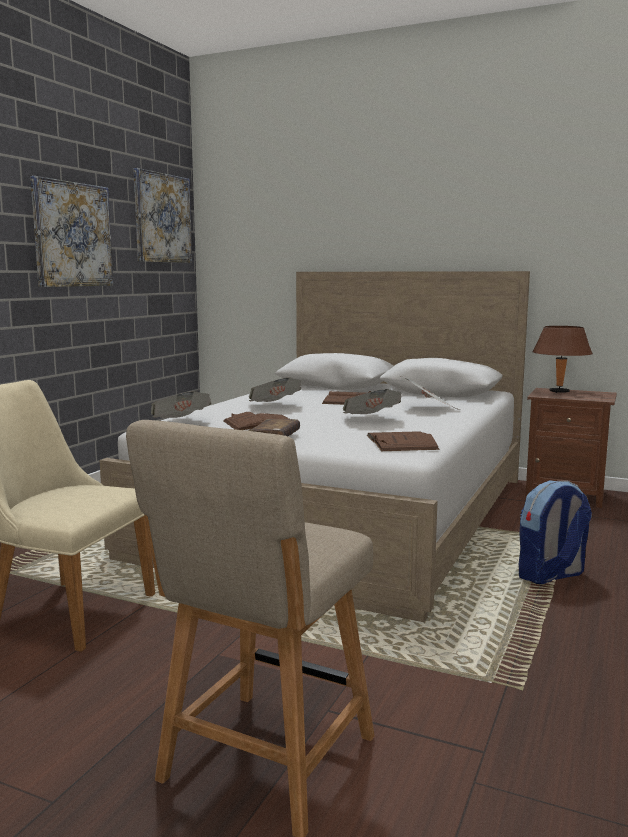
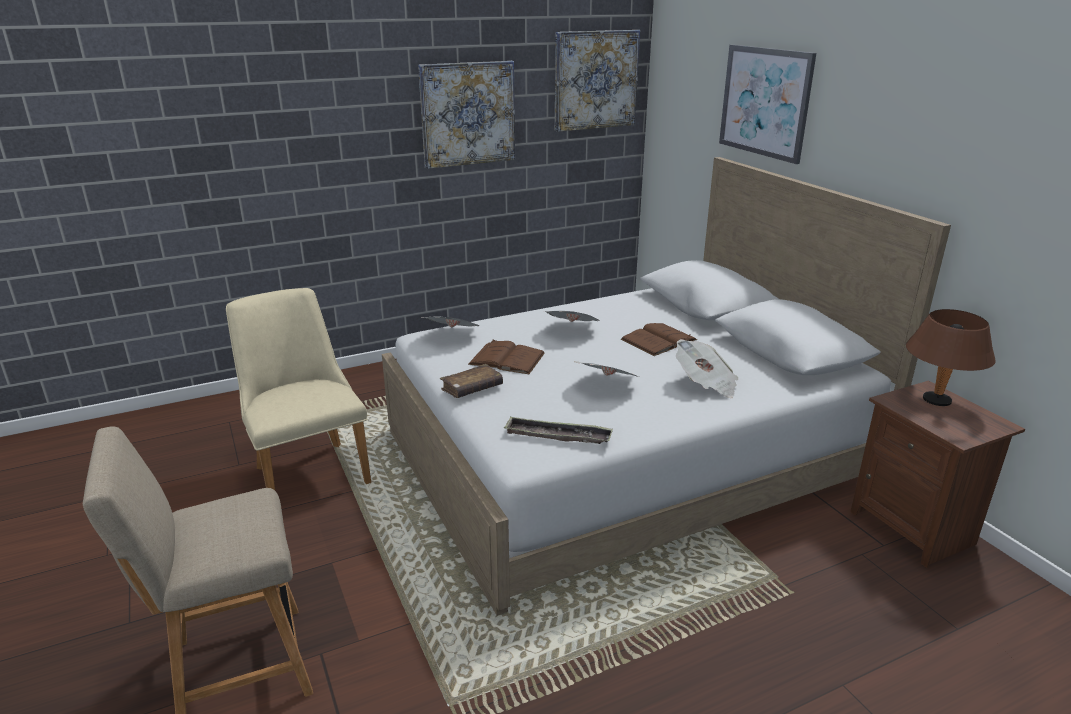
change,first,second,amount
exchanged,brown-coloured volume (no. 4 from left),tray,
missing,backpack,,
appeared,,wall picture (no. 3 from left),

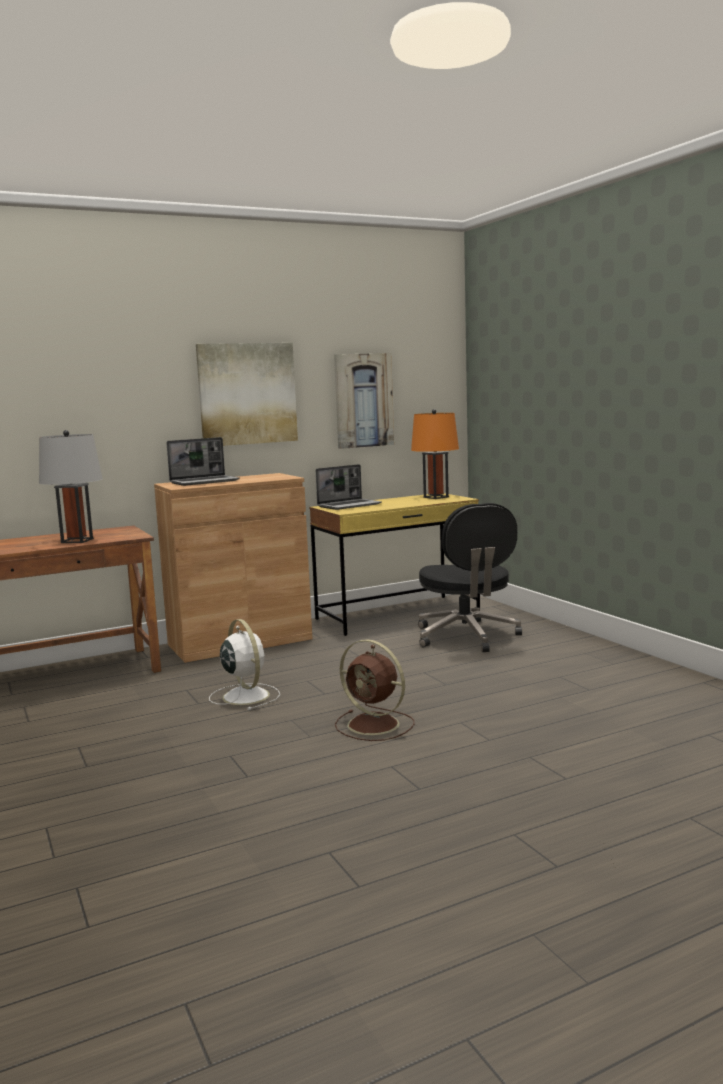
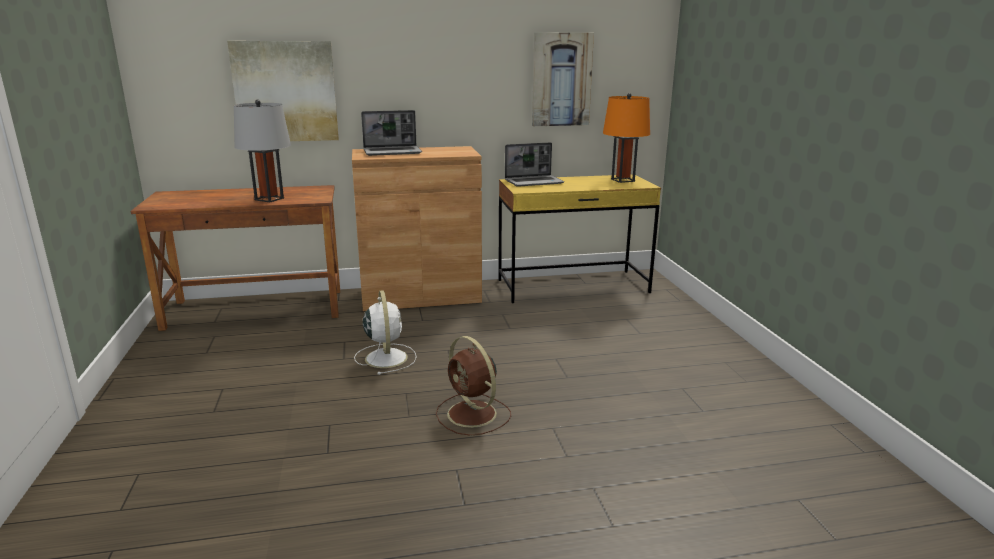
change,first,second,amount
relocated,wall picture (no. 1 from left),,
missing,black office chair,,

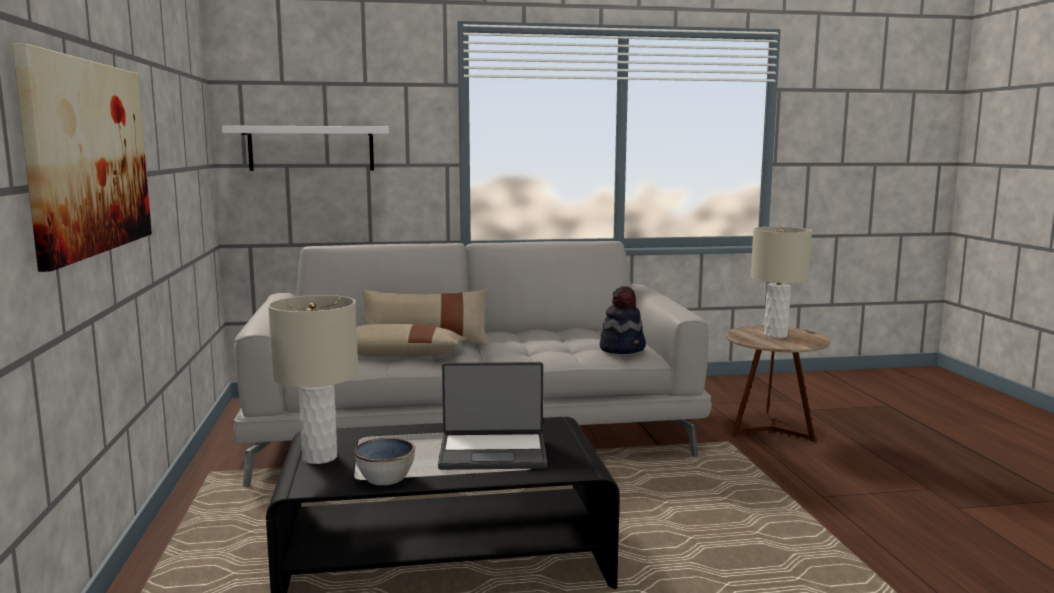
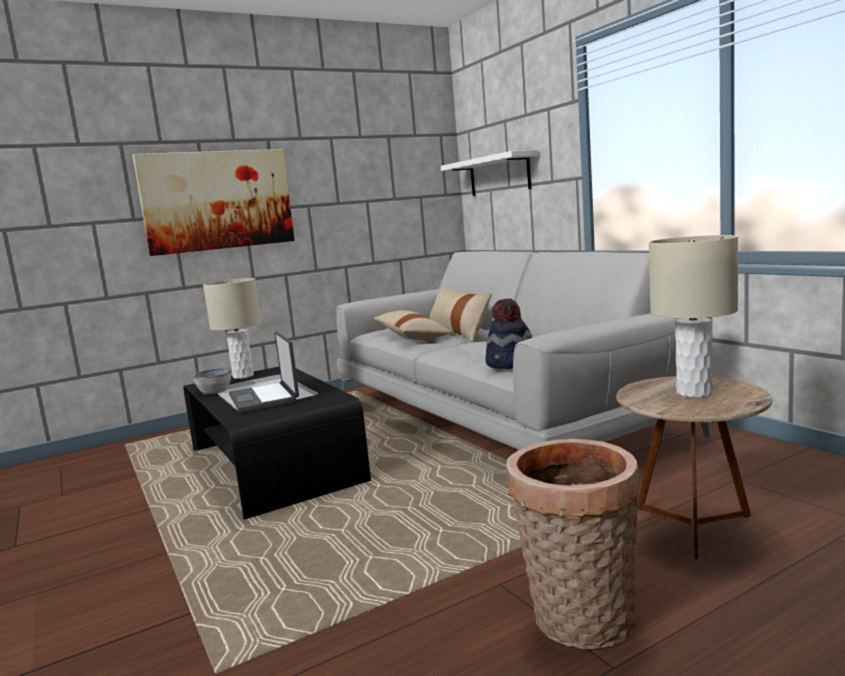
change,first,second,amount
appeared,,basket,

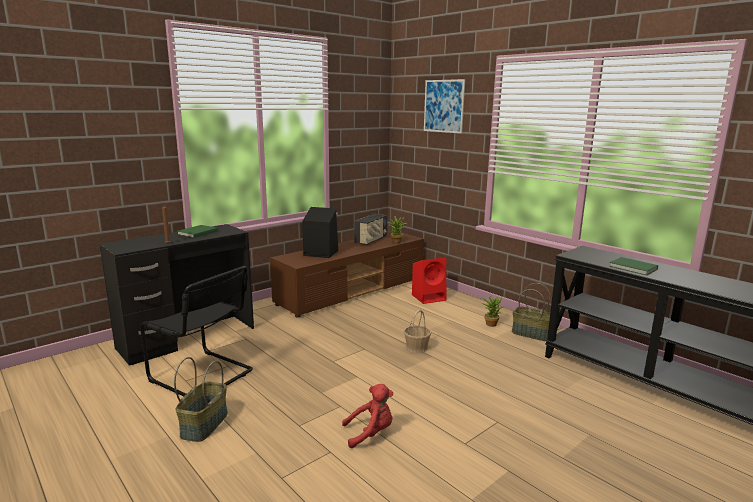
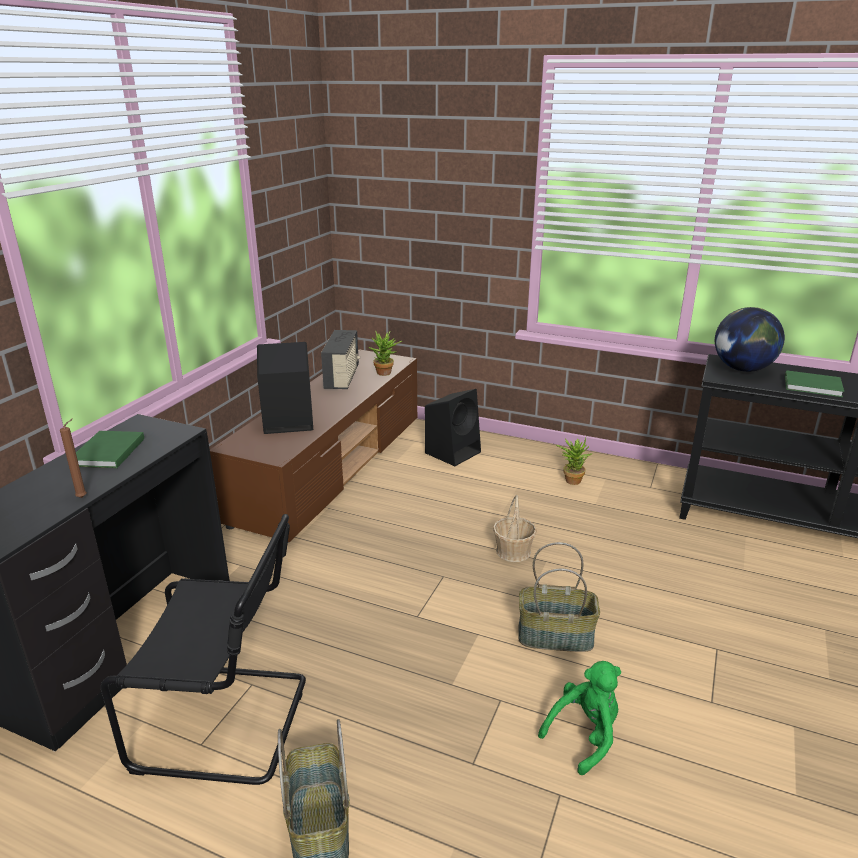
change,first,second,amount
colour,red-coloured soft toy,green soft toy,
colour,red-coloured speaker,black speaker (no. 2 from left),
missing,wall picture,,
relocated,basket (no. 3 from left),,
appeared,,globe,

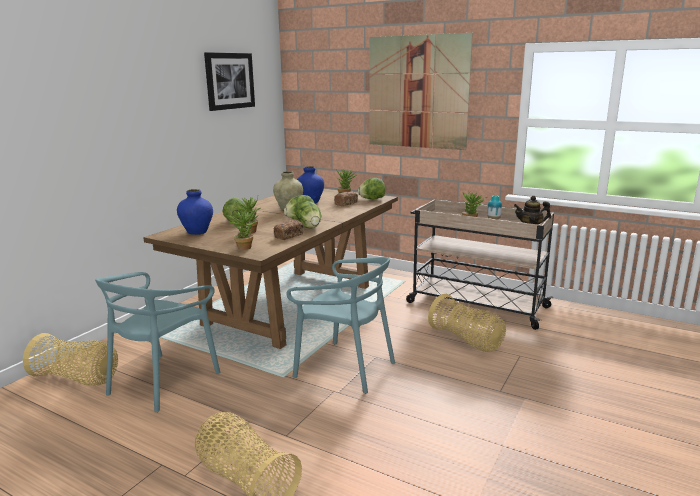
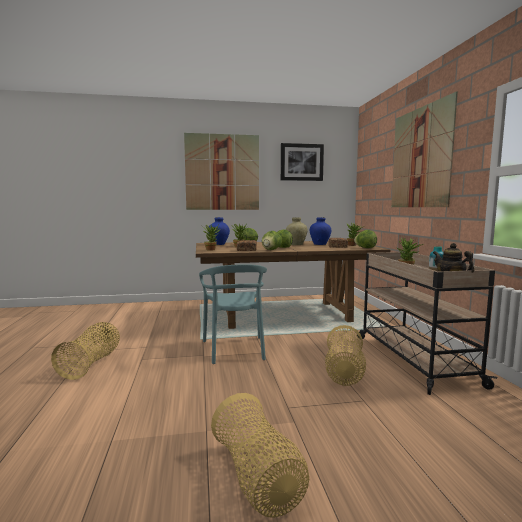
change,first,second,amount
relocated,basket (no. 1 from left in the first image),basket (no. 2 from left),
missing,turquoise chair (no. 1 from left),,
appeared,,wall picture (no. 1 from left),

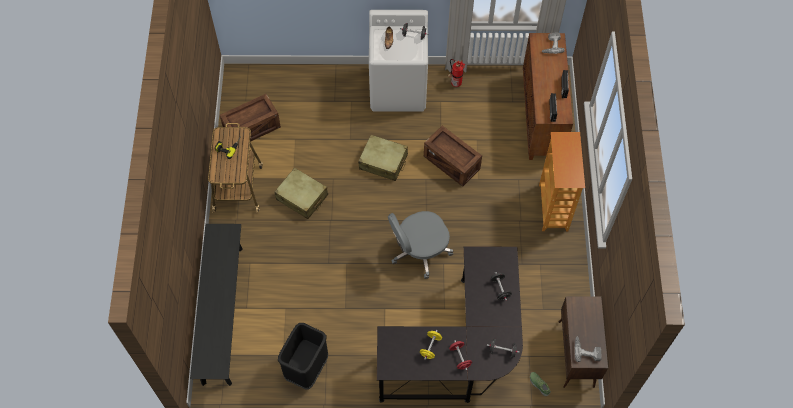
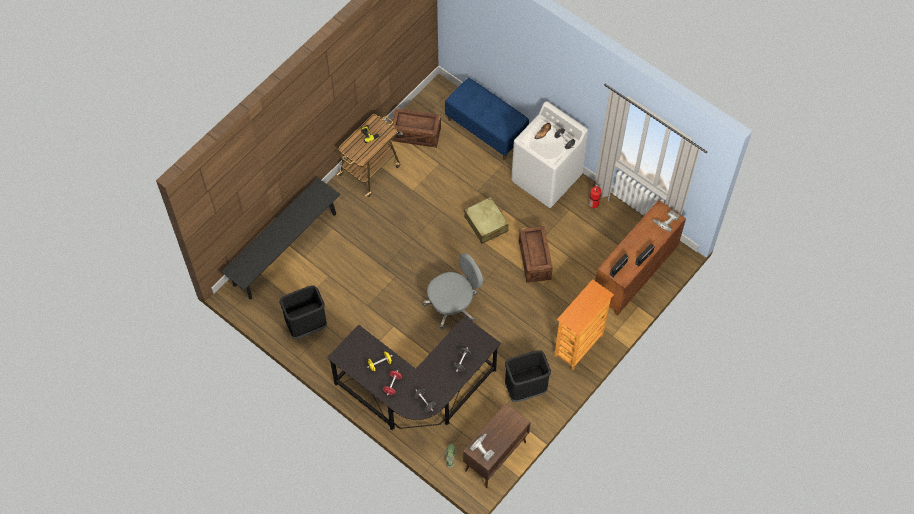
change,first,second,amount
missing,beige piece of luggage (no. 1 from left),,
spun,gray office chair,,135 degrees clockwise
appeared,,bluish indoor bench,
appeared,,black rubbish bin (no. 2 from left),

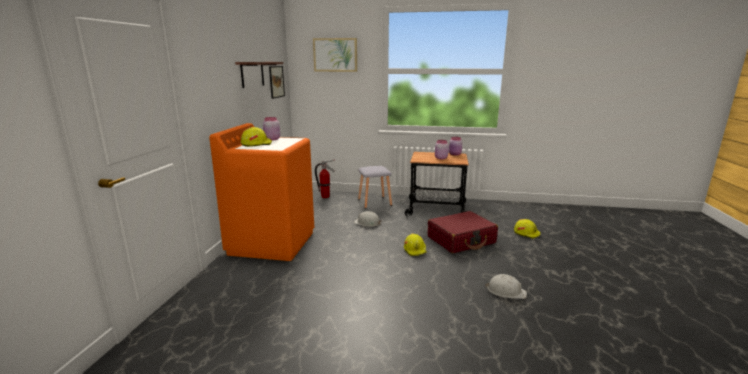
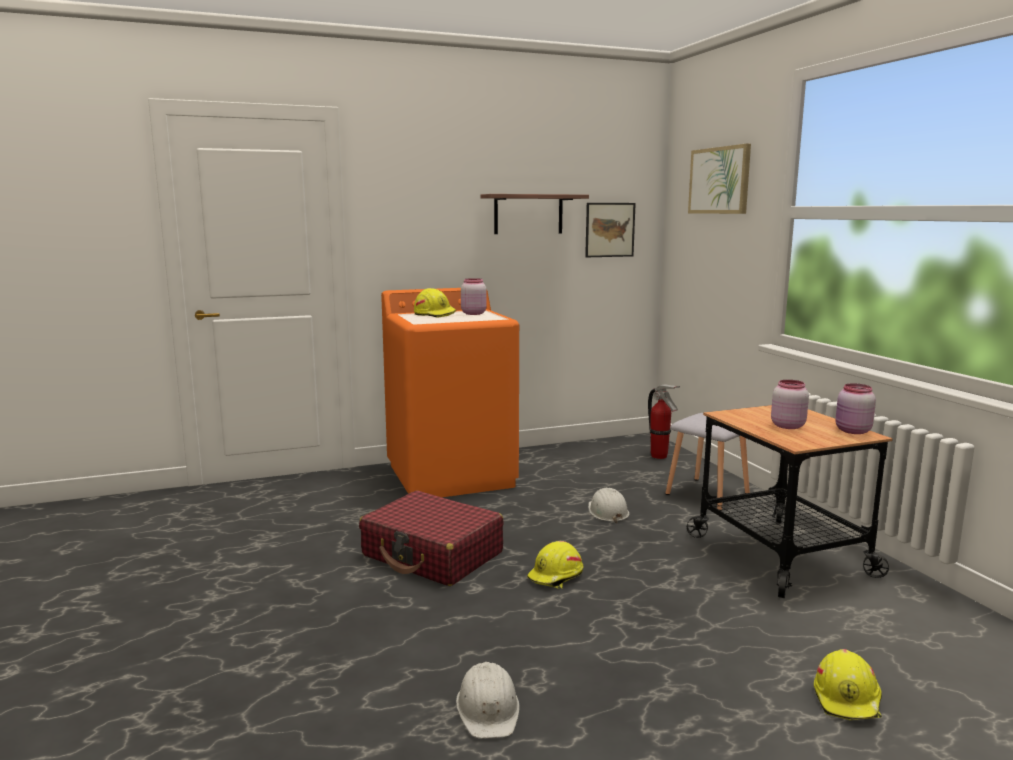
change,first,second,amount
relocated,red-coloured piece of luggage,,

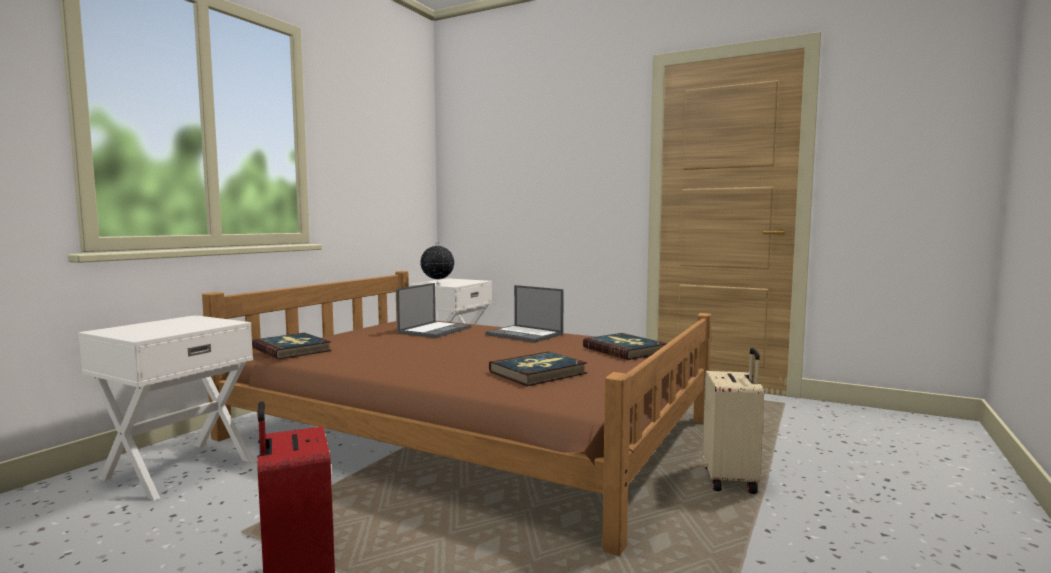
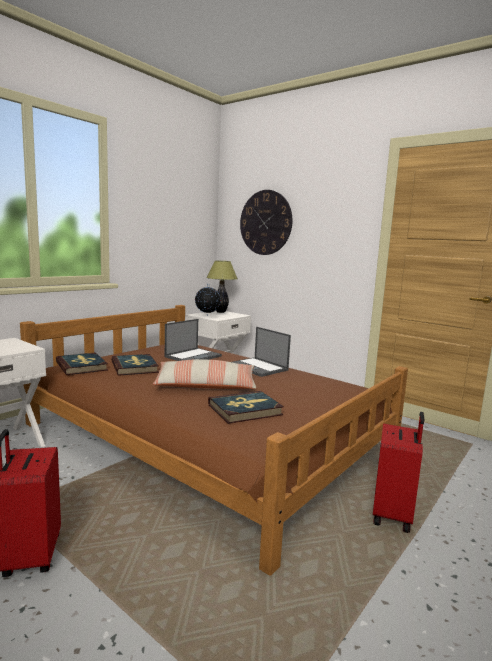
change,first,second,amount
relocated,volume (no. 3 from left in the first image),volume (no. 2 from left),
colour,beige piece of luggage,red-coloured piece of luggage (no. 2 from left),
appeared,,cushion,
appeared,,table lamp,
appeared,,hanging clock,

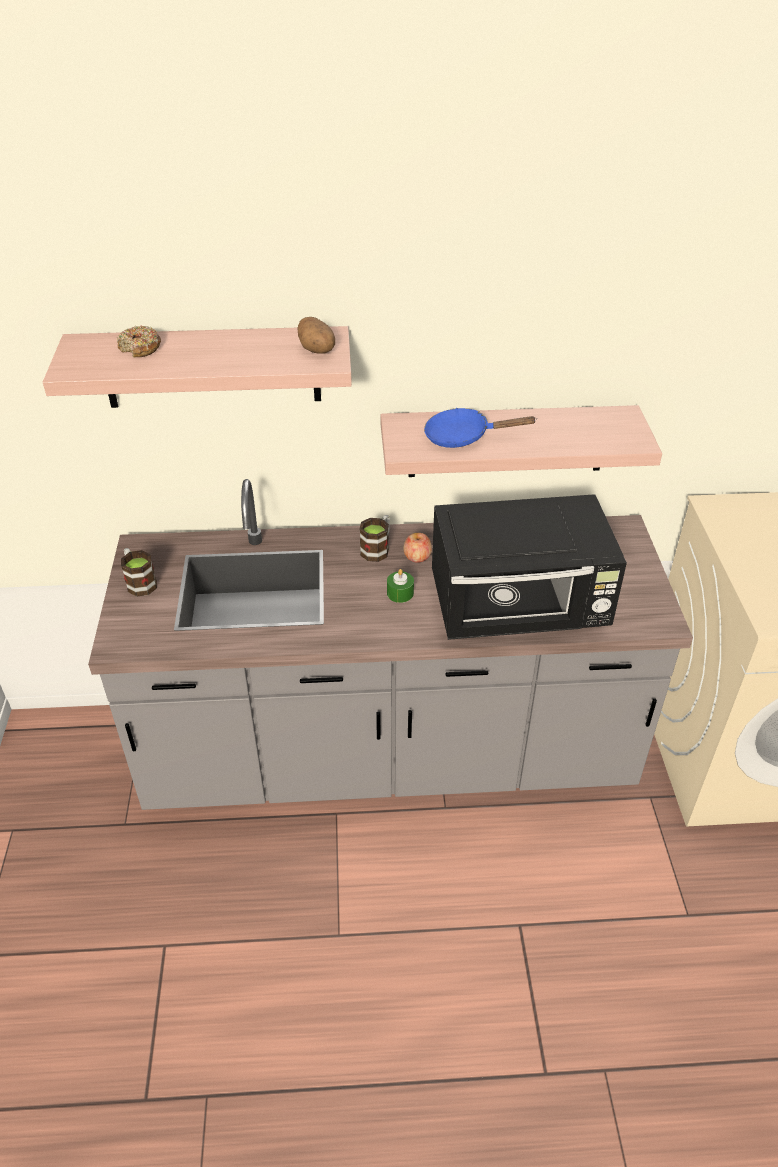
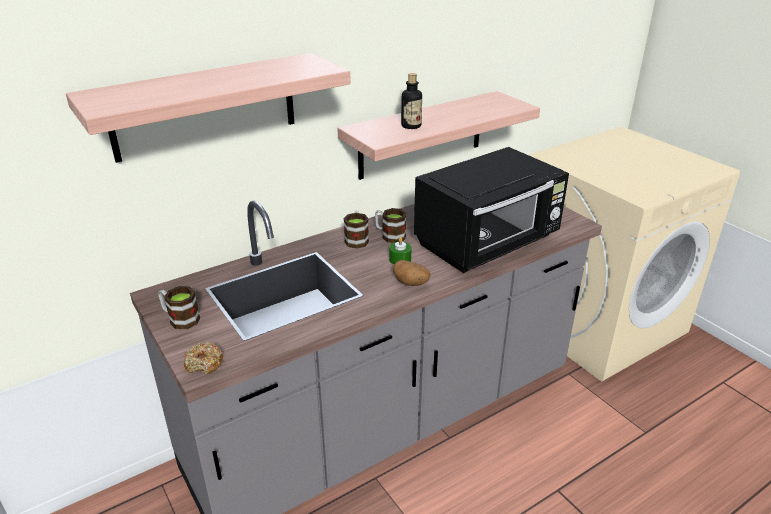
change,first,second,amount
relocated,donut,,
relocated,spud,,
exchanged,apple fruit,mug (no. 3 from left),
exchanged,bluish pan,drink bottle,

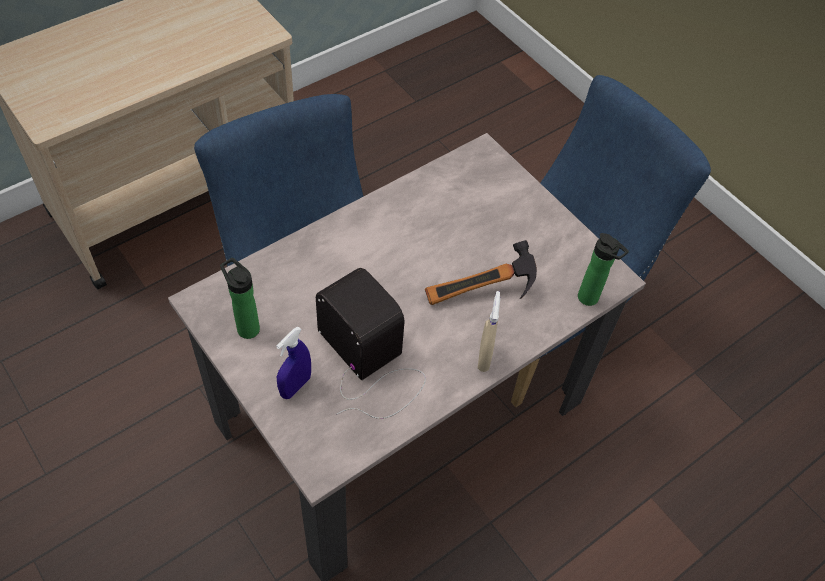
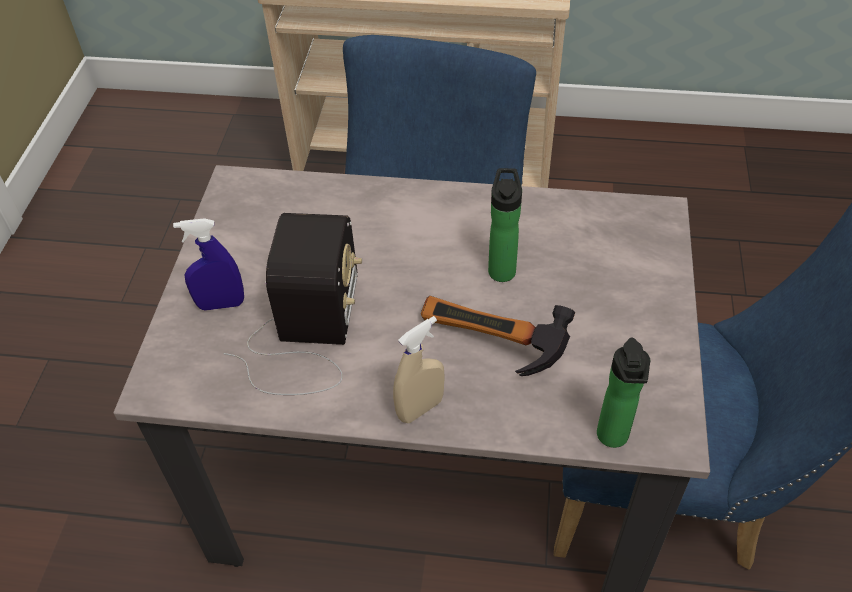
change,first,second,amount
relocated,drink bottle (no. 1 from left),,

